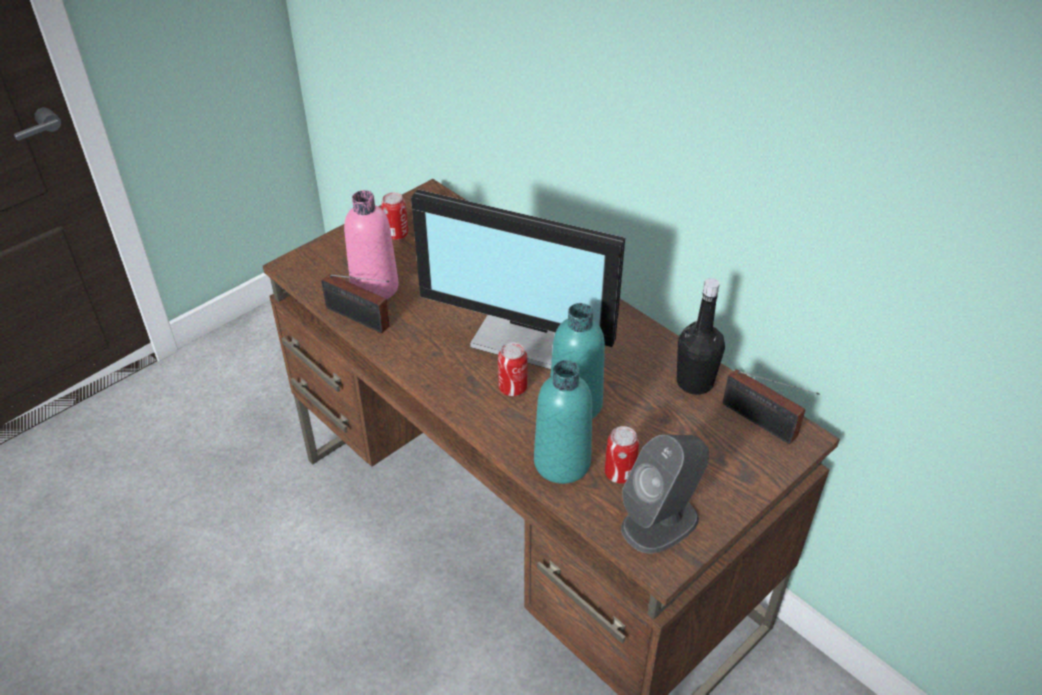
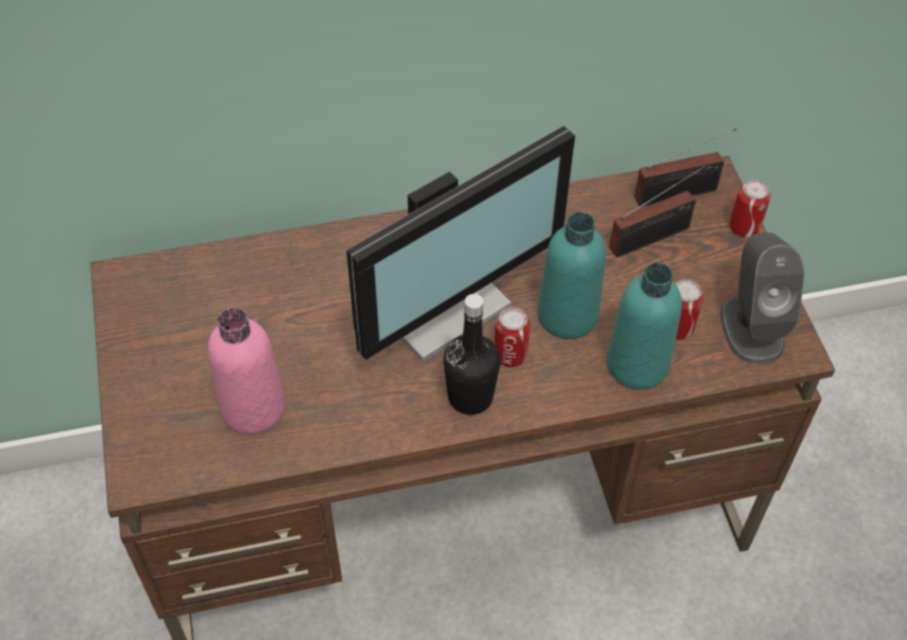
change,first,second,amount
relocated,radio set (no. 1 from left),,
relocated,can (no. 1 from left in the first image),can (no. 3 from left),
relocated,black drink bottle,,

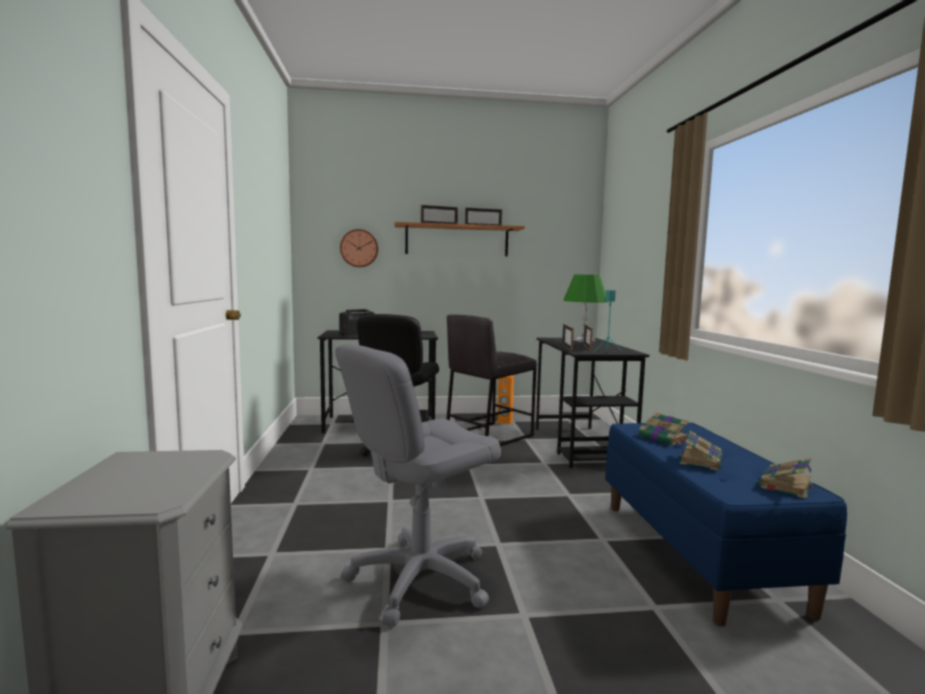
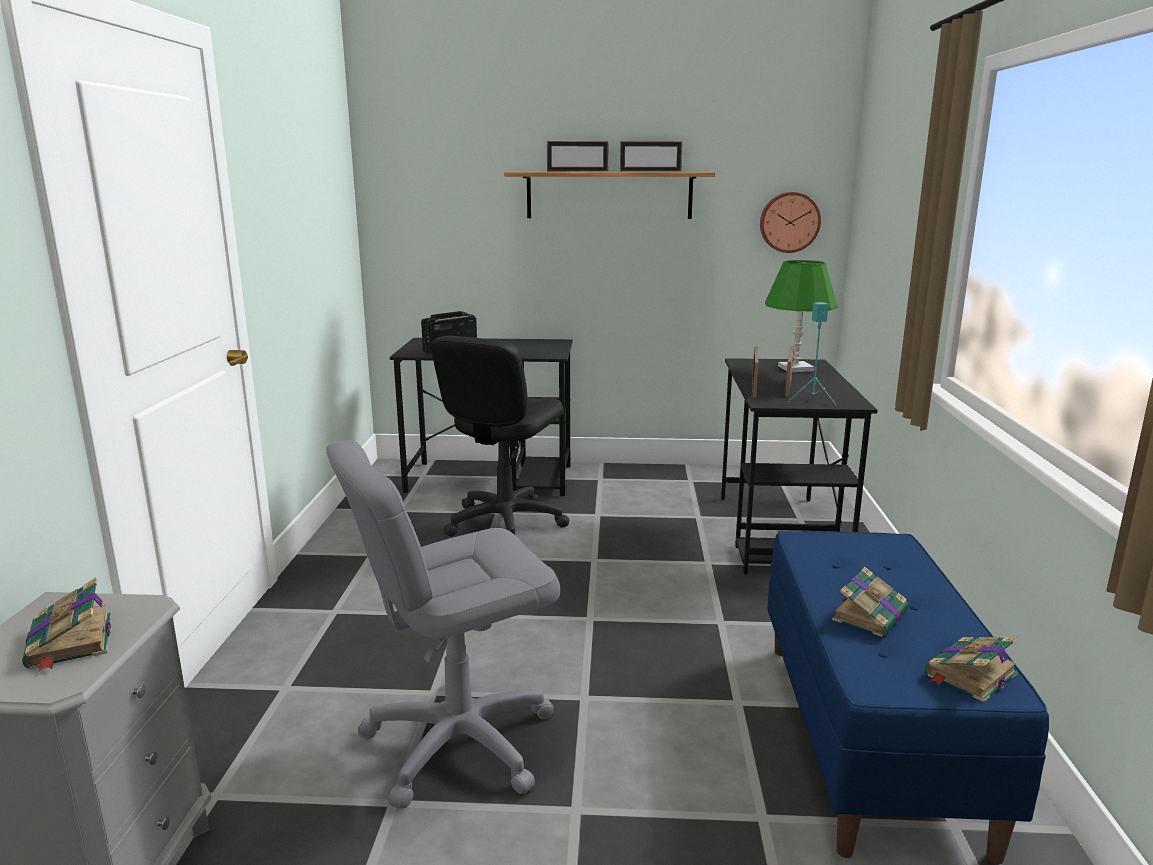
change,first,second,amount
relocated,hanging clock,,
missing,gray stool,,
missing,orange-coloured speaker,,
relocated,volume (no. 1 from left),,

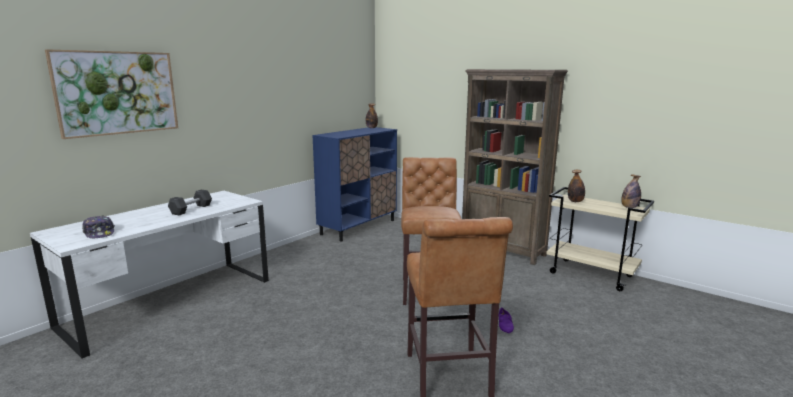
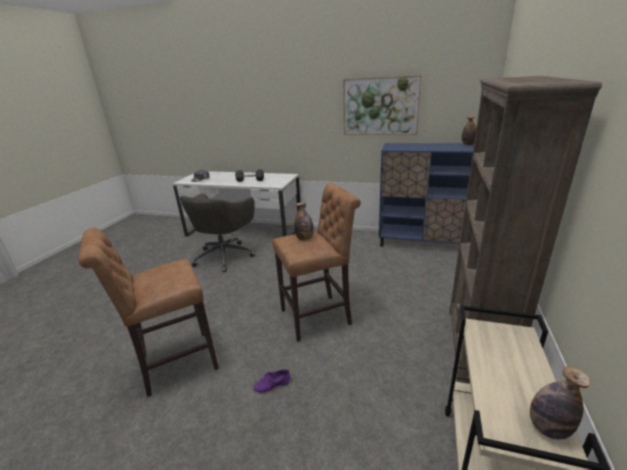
change,first,second,amount
relocated,wall picture,,
relocated,drink bottle (no. 2 from left in the first image),drink bottle (no. 1 from left),
appeared,,gray office chair,

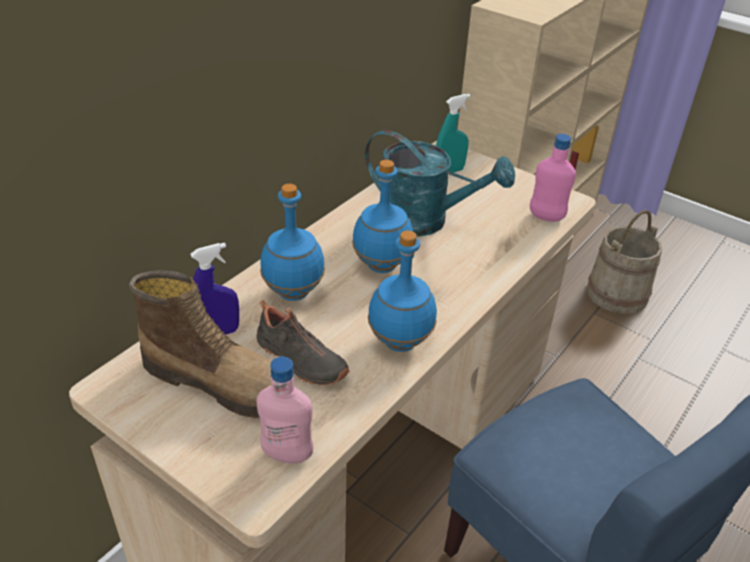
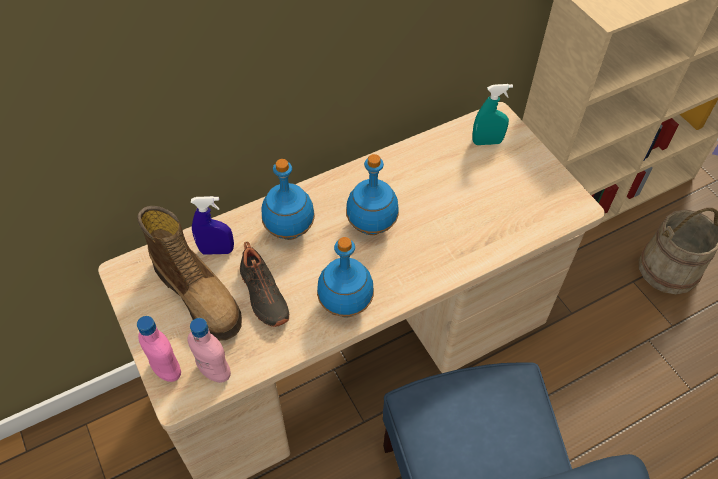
change,first,second,amount
missing,turquoise watering pot,,
relocated,pink drink bottle (no. 2 from left in the first image),pink drink bottle (no. 1 from left),

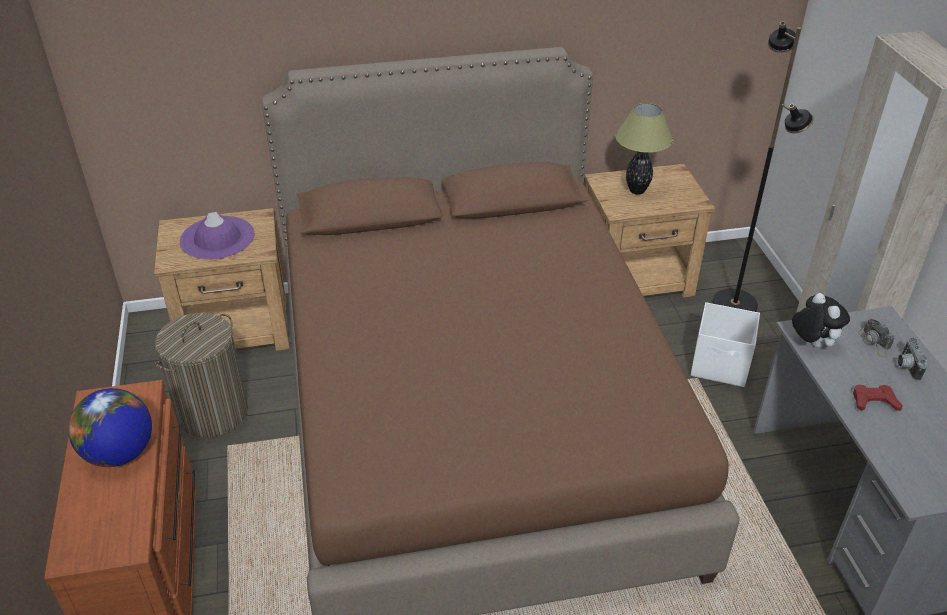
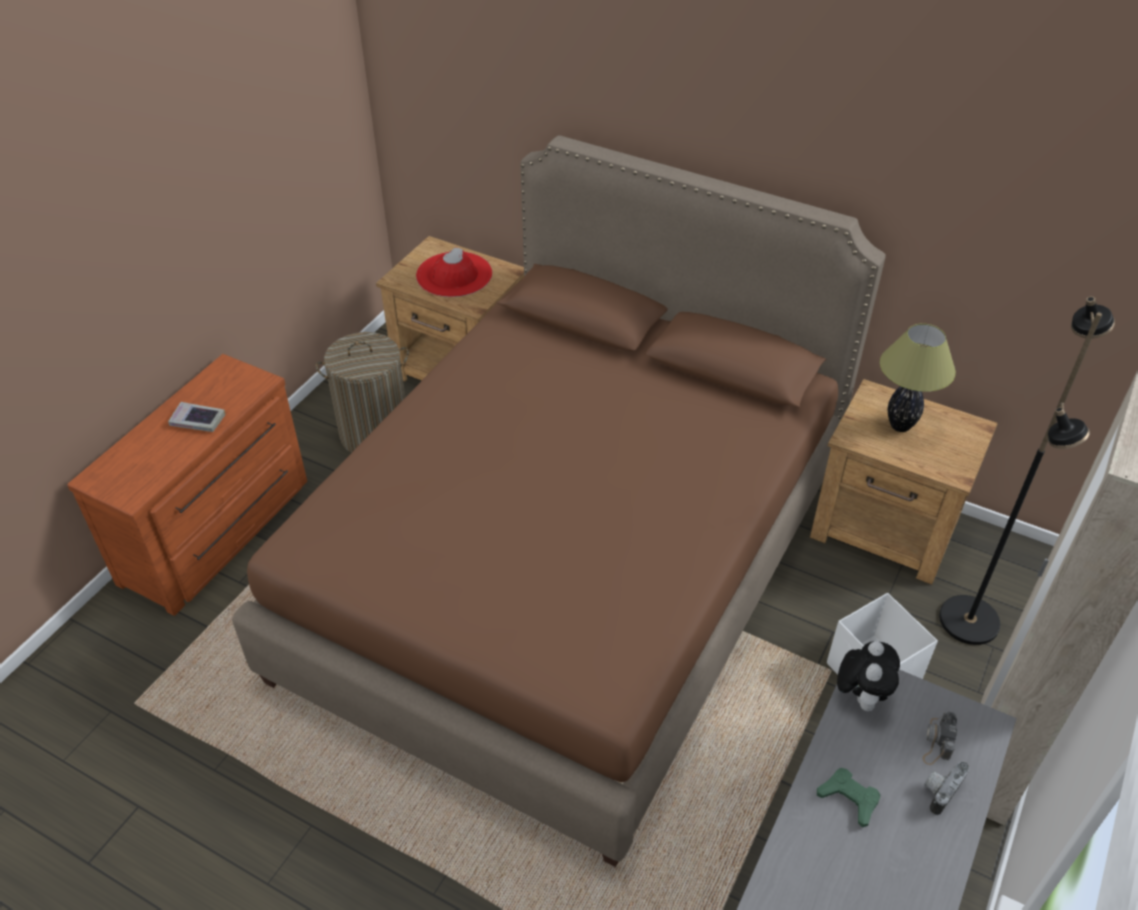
change,first,second,amount
exchanged,globe,volume,
colour,purplish hat,red-coloured hat,
colour,red-coloured joypad,green joypad,

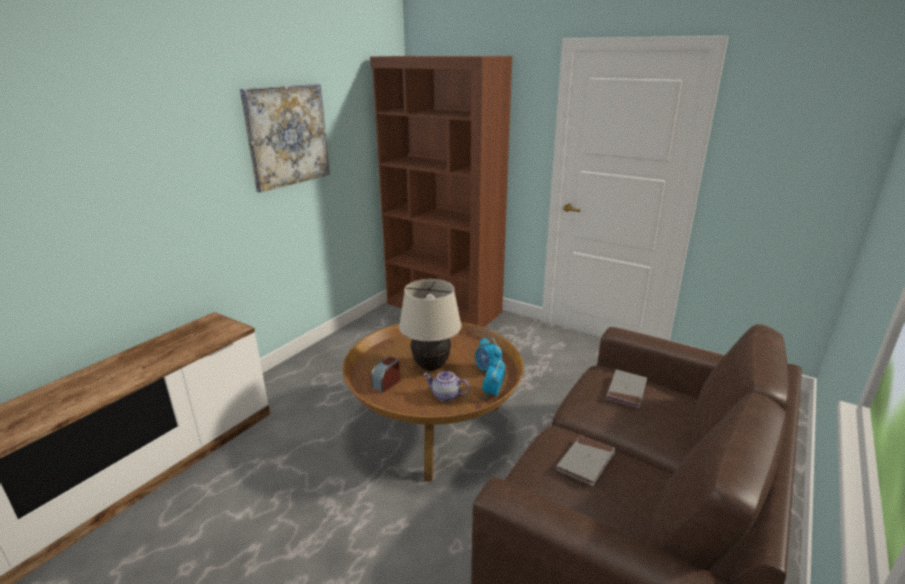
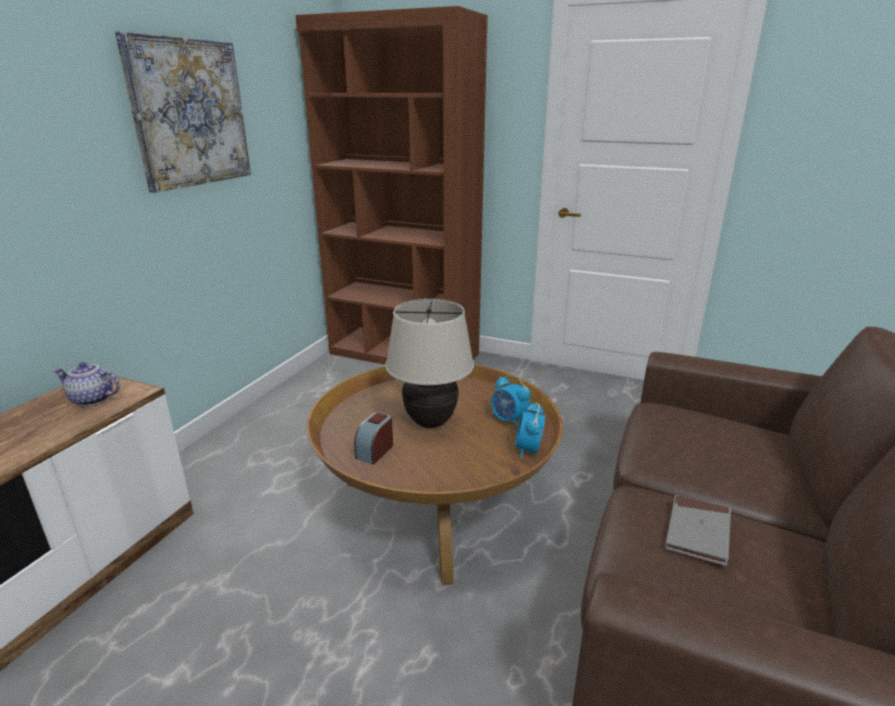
change,first,second,amount
relocated,pot for tea,,
missing,gray volume (no. 2 from left),,

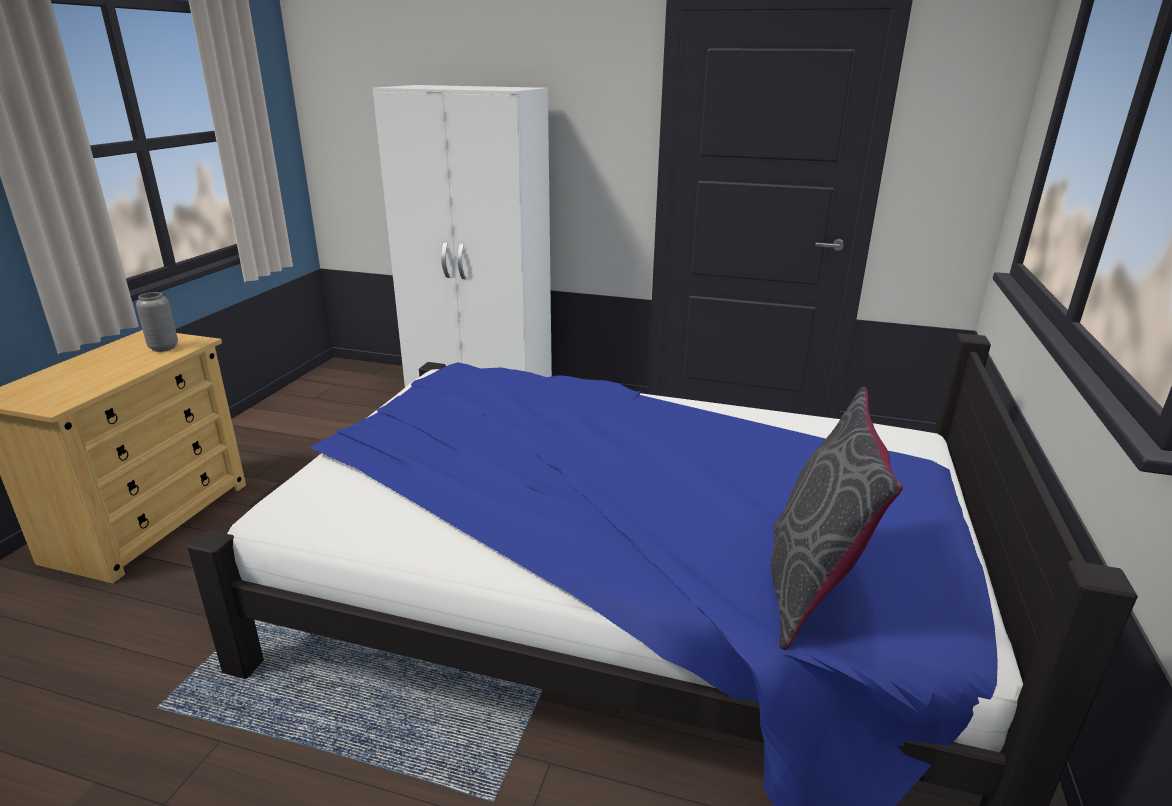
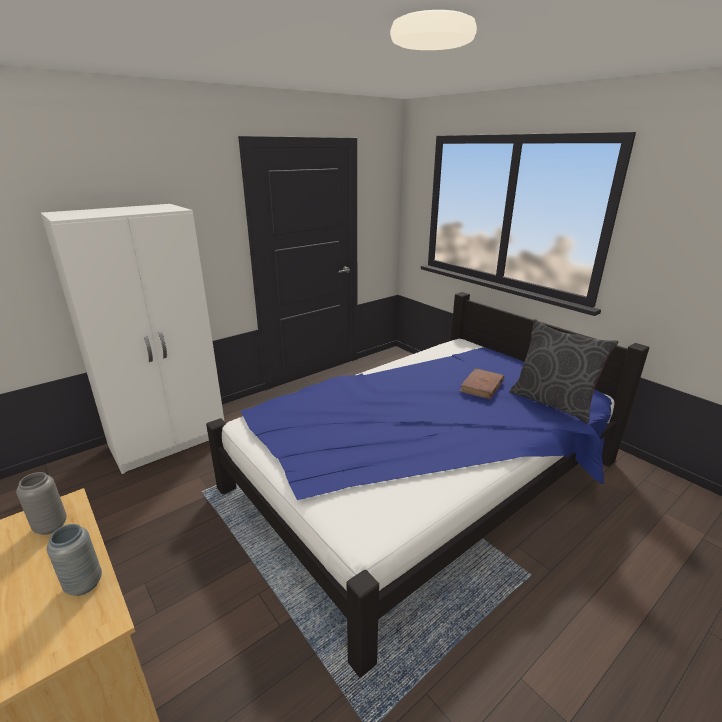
change,first,second,amount
appeared,,gray decorative vase (no. 2 from left),
appeared,,brown-coloured volume,

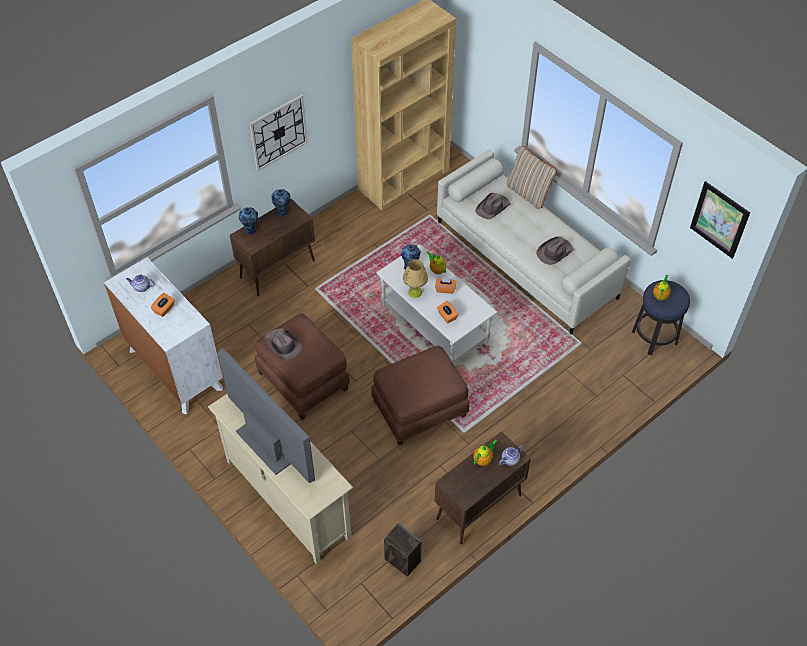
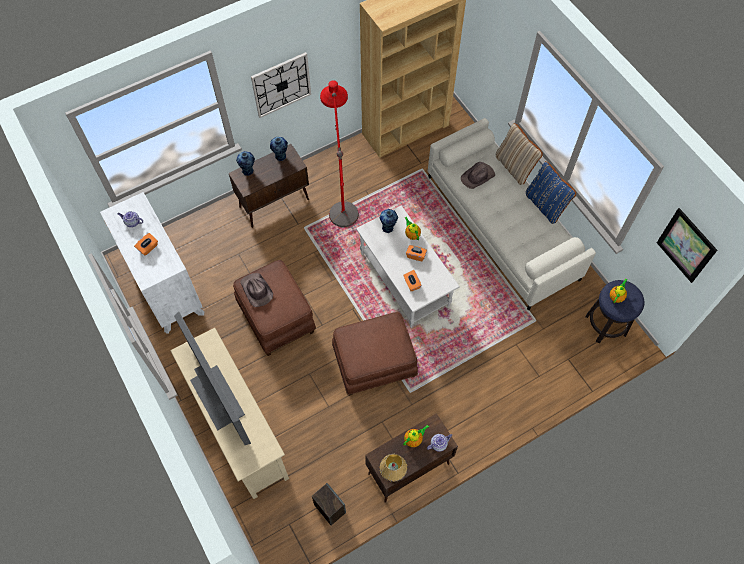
change,first,second,amount
relocated,table lamp,,
missing,brown-coloured hat (no. 3 from left),,
appeared,,red-coloured floor lamp,
appeared,,bluish cushion,

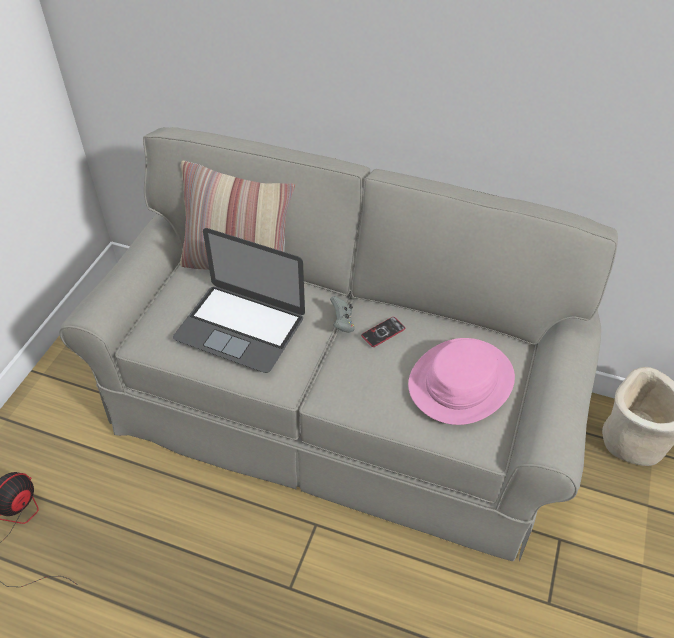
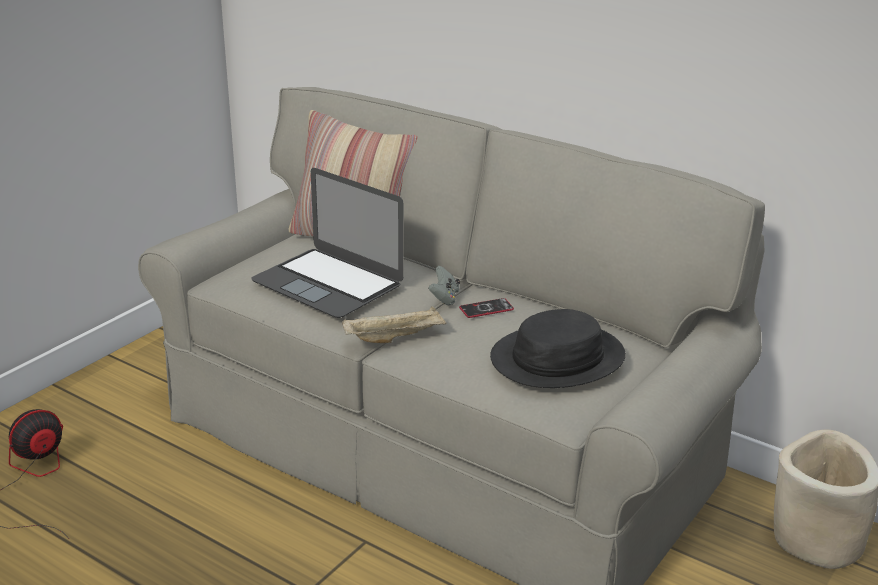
change,first,second,amount
colour,pink hat,black hat,
appeared,,beige tray,

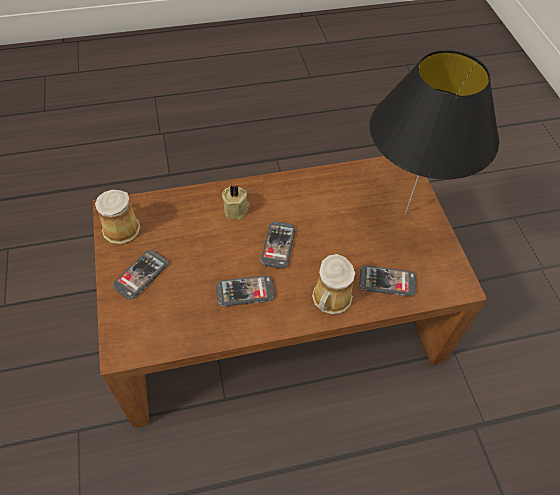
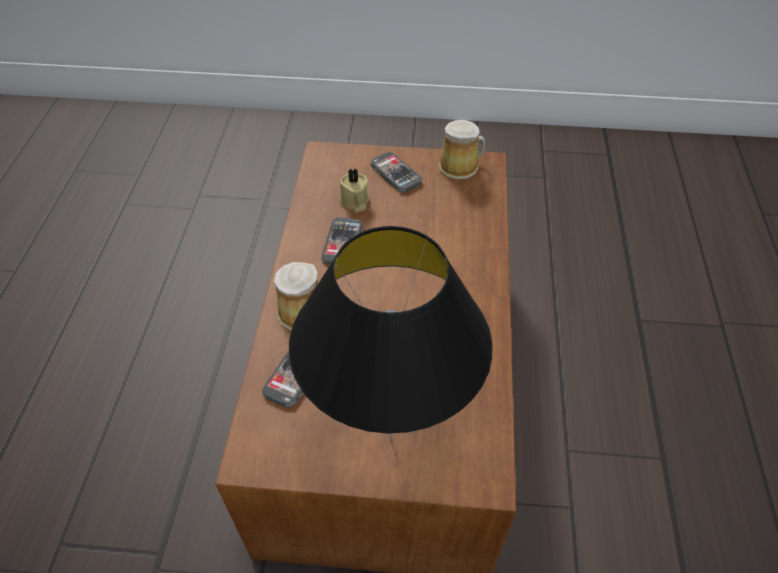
change,first,second,amount
relocated,beige candle,,
missing,handset (no. 3 from left),,

